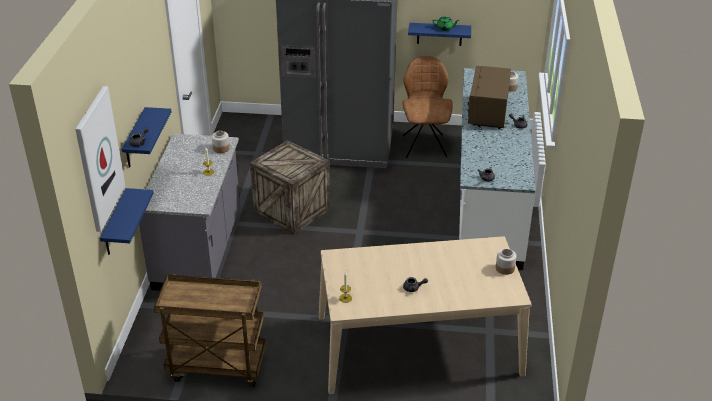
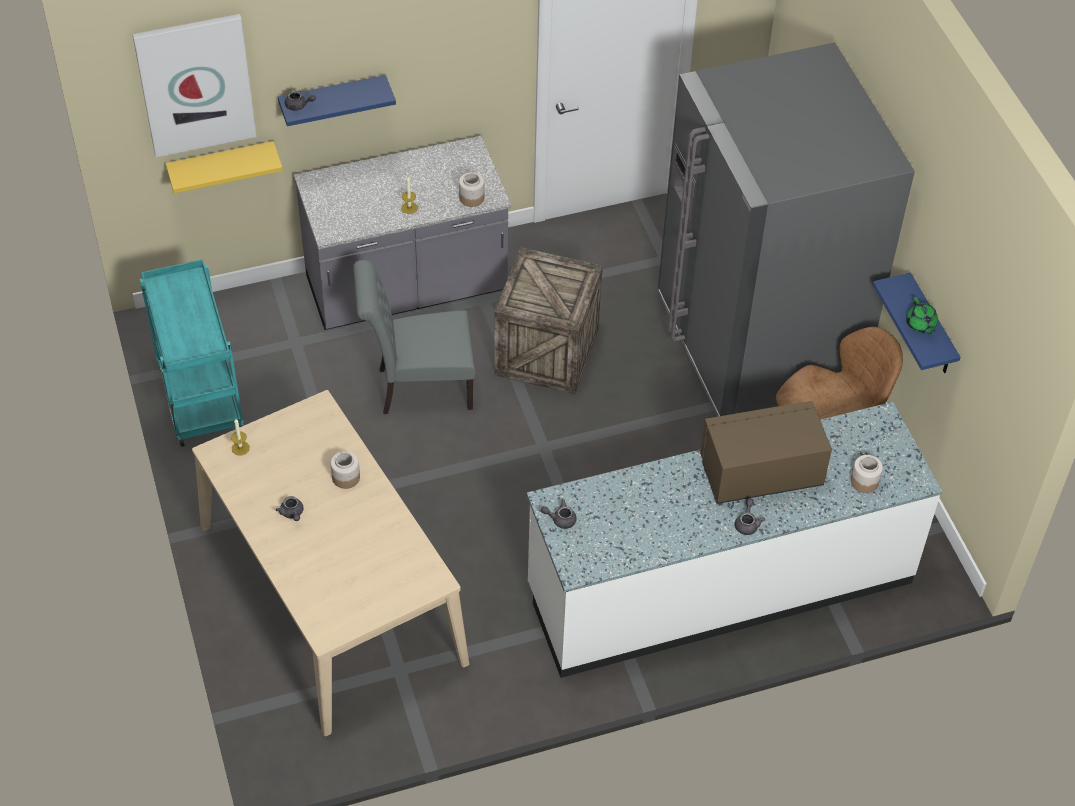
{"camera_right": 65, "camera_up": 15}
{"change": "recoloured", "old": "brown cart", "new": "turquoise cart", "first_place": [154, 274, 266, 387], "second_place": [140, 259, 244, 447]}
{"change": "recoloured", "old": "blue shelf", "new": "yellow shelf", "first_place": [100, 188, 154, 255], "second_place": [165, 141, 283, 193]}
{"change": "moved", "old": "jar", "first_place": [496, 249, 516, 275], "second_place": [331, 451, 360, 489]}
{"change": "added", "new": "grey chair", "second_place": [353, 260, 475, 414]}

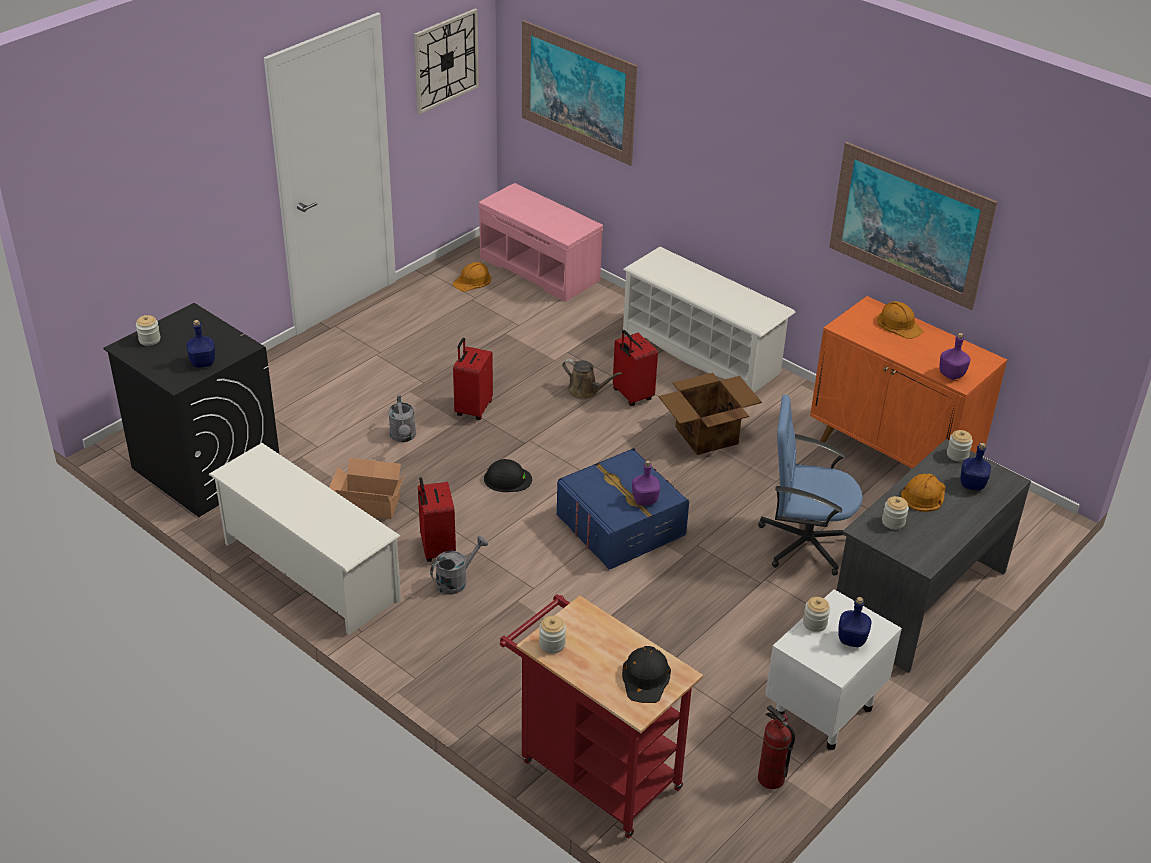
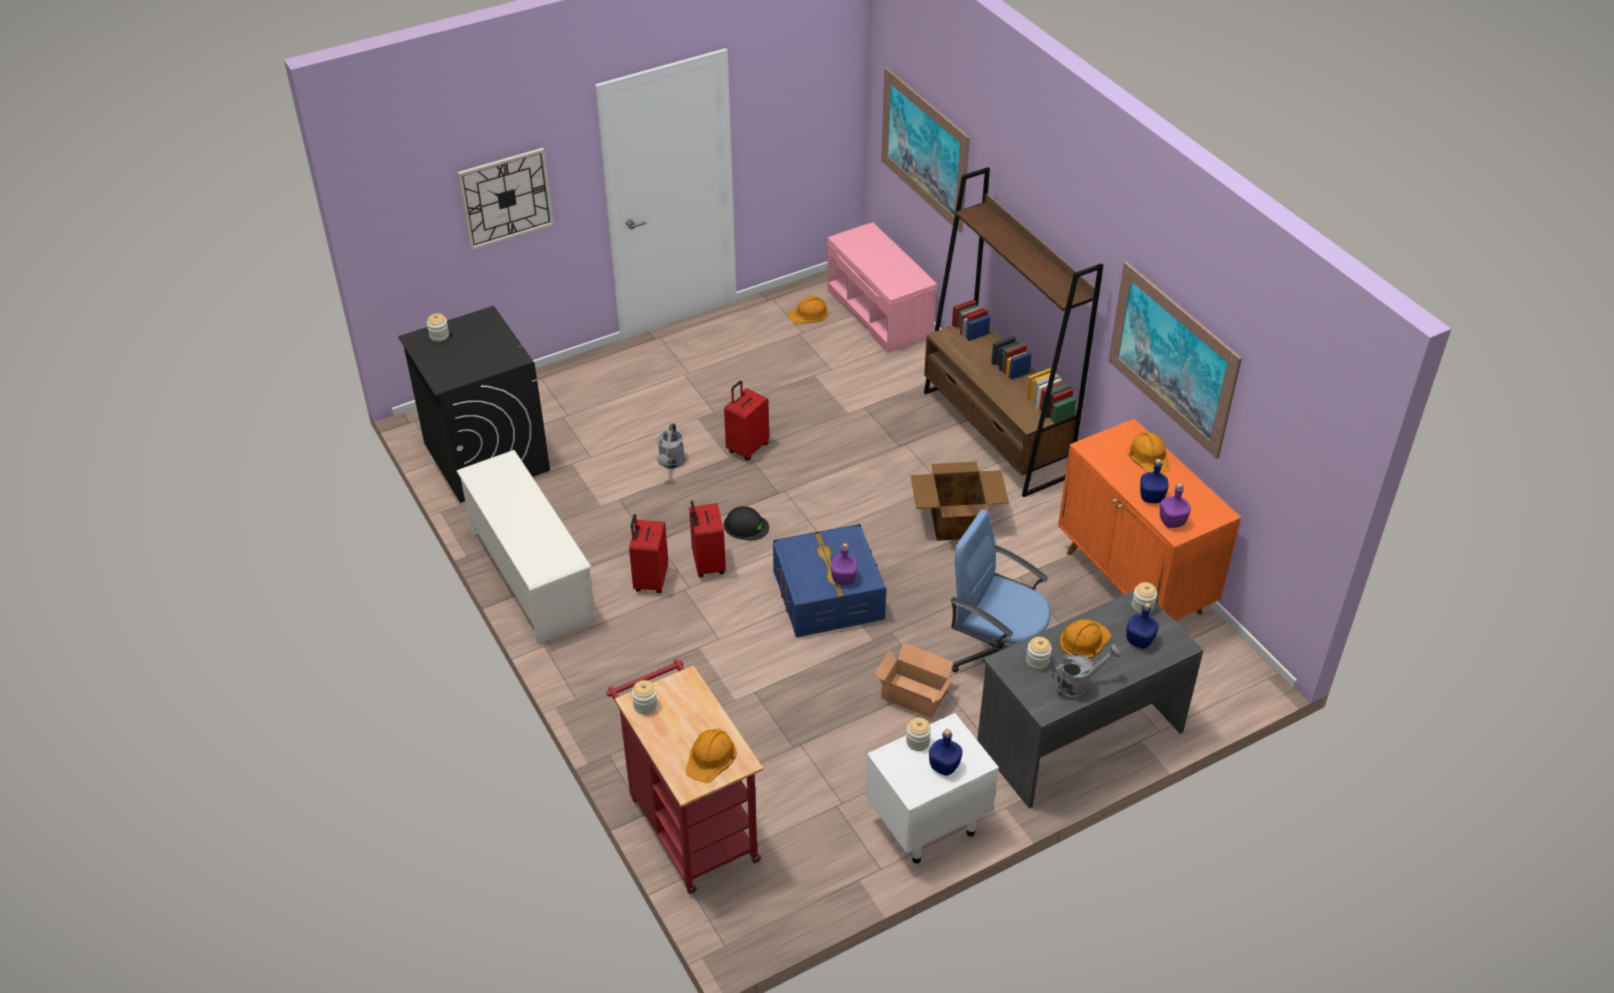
{"camera_right": 20, "camera_up": 5}
{"change": "moved", "old": "wall clock", "first_place": [414, 9, 479, 114], "second_place": [458, 148, 554, 250]}
{"change": "recoloured", "old": "black hard hat", "new": "orange hard hat", "first_place": [622, 646, 671, 703], "second_place": [686, 729, 736, 783]}
{"change": "moved", "old": "red suitcase", "first_place": [613, 330, 658, 406], "second_place": [689, 501, 726, 577]}
{"change": "moved", "old": "cardboard box", "first_place": [329, 458, 405, 519], "second_place": [874, 643, 955, 718]}
{"change": "replaced", "old": "white shoe rack", "new": "brown bookcase", "first_place": [623, 247, 796, 393], "second_place": [924, 167, 1103, 497]}
{"change": "moved", "old": "grey watering can", "first_place": [430, 536, 488, 595], "second_place": [1052, 645, 1121, 700]}
{"change": "moved", "old": "blue bottle", "first_place": [187, 320, 215, 367], "second_place": [1140, 459, 1169, 503]}
{"change": "removed", "old": "brown watering can", "first_place": [562, 359, 622, 399]}
{"change": "removed", "old": "fire extinguisher", "first_place": [758, 705, 795, 789]}

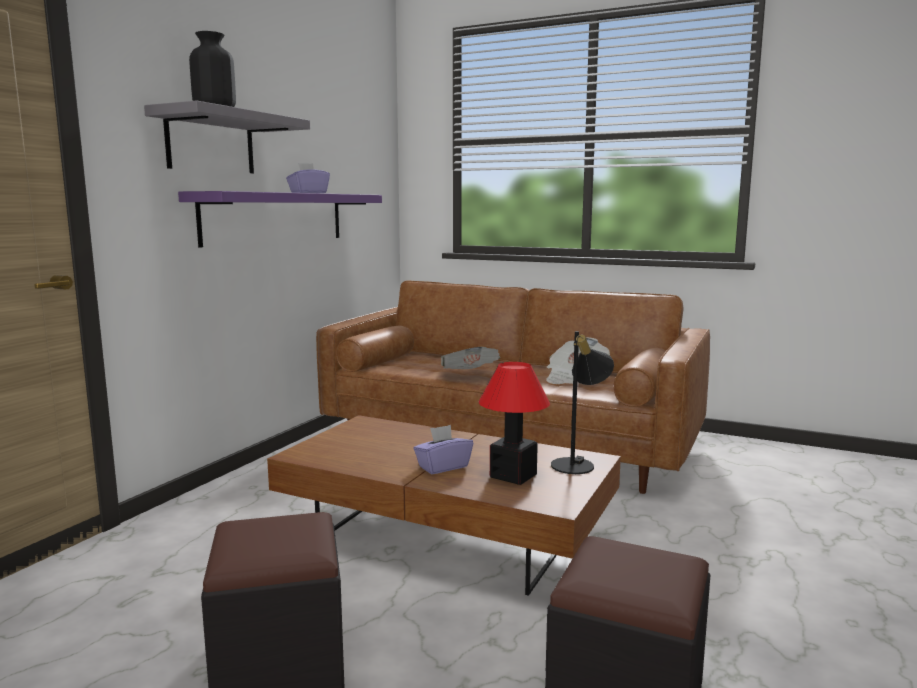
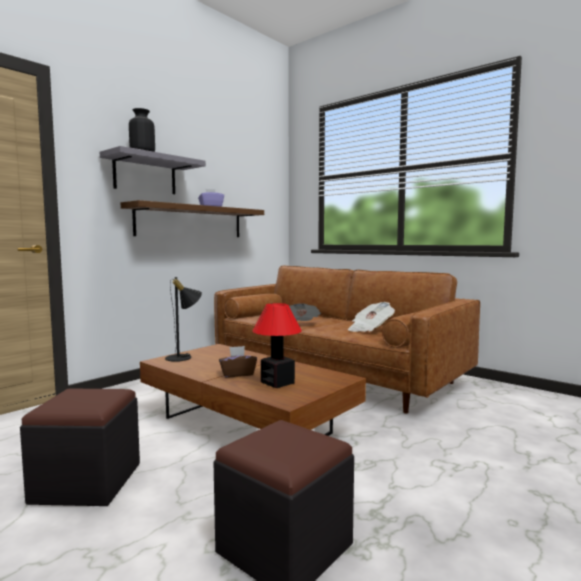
{"camera_right": 15, "camera_up": -5}
{"change": "recoloured", "old": "purple shelf", "new": "brown shelf", "first_place": [178, 191, 382, 248], "second_place": [121, 200, 264, 237]}
{"change": "moved", "old": "black table lamp", "first_place": [551, 331, 614, 474], "second_place": [165, 277, 202, 362]}
{"change": "recoloured", "old": "purple tissue box", "new": "brown tissue box", "first_place": [414, 425, 473, 474], "second_place": [219, 346, 257, 377]}

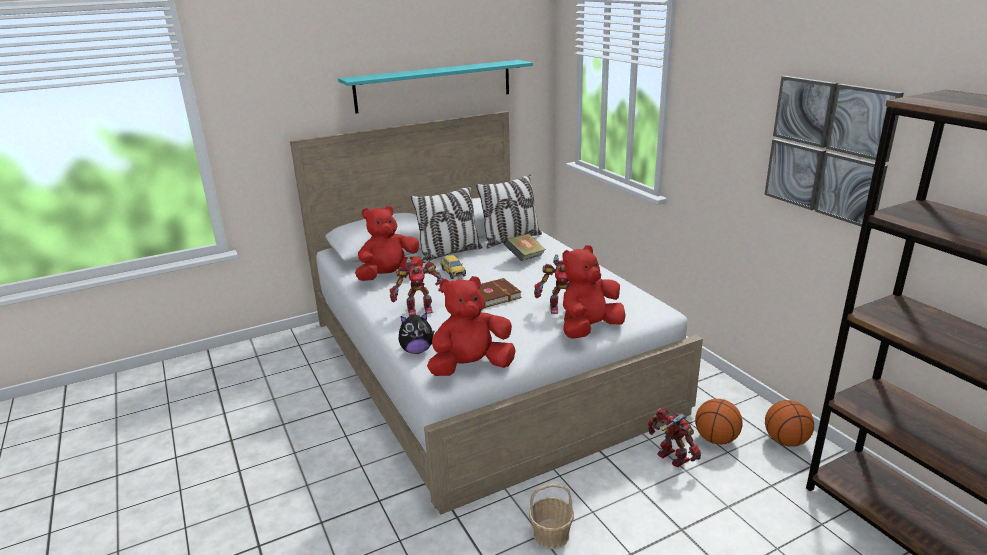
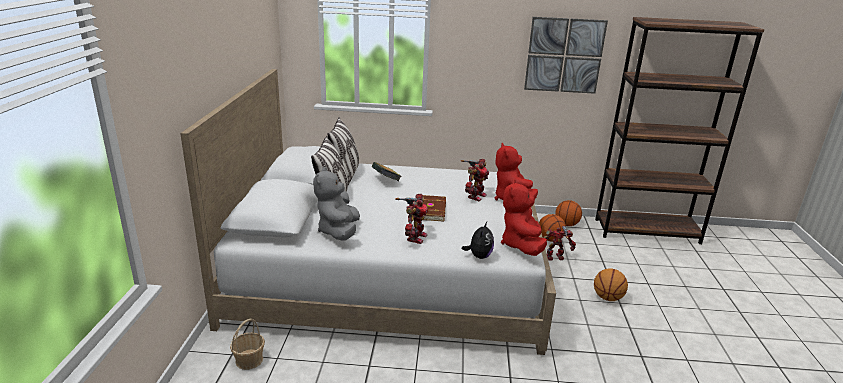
{"camera_right": -60, "camera_up": 0}
{"change": "moved", "old": "basket", "first_place": [529, 483, 574, 549], "second_place": [230, 318, 265, 370]}
{"change": "recoloured", "old": "red plush toy", "new": "grey plush toy", "first_place": [355, 206, 423, 281], "second_place": [313, 167, 360, 241]}
{"change": "added", "new": "basketball", "second_place": [594, 268, 628, 301]}
{"change": "removed", "old": "turquoise shelf", "first_place": [338, 60, 533, 113]}
{"change": "removed", "old": "toy car", "first_place": [440, 255, 466, 279]}

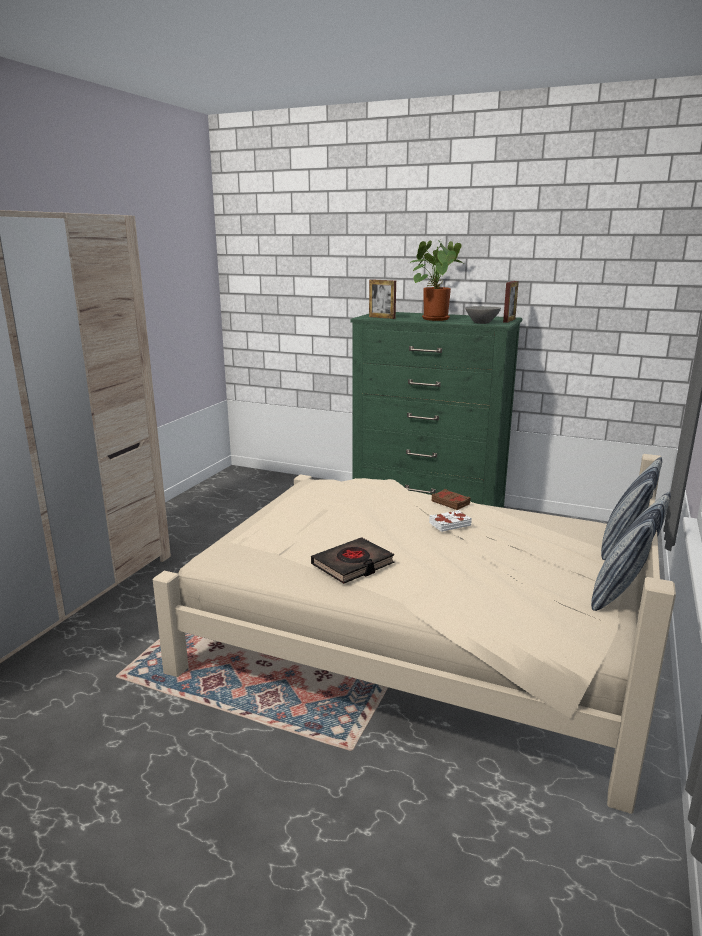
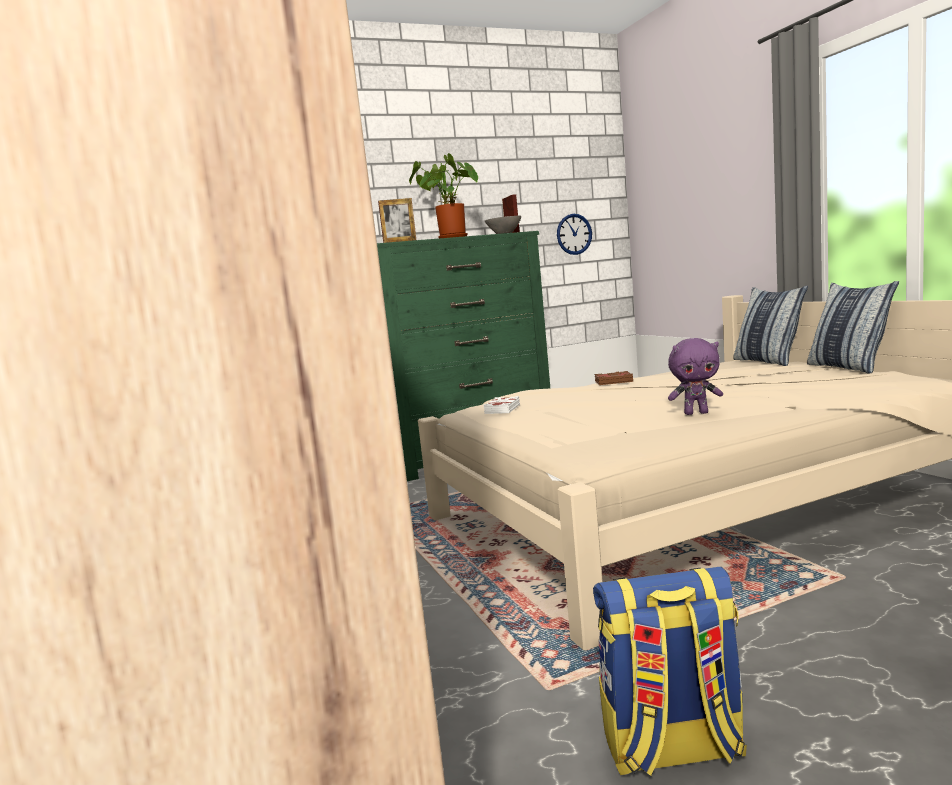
{"camera_right": -45, "camera_up": -10}
{"change": "moved", "old": "white book", "first_place": [429, 510, 472, 532], "second_place": [483, 396, 520, 414]}
{"change": "added", "new": "wall clock", "second_place": [557, 214, 592, 255]}
{"change": "added", "new": "backpack", "second_place": [593, 566, 747, 776]}
{"change": "replaced", "old": "black book", "new": "purple plush toy", "first_place": [311, 537, 394, 584], "second_place": [668, 338, 723, 415]}

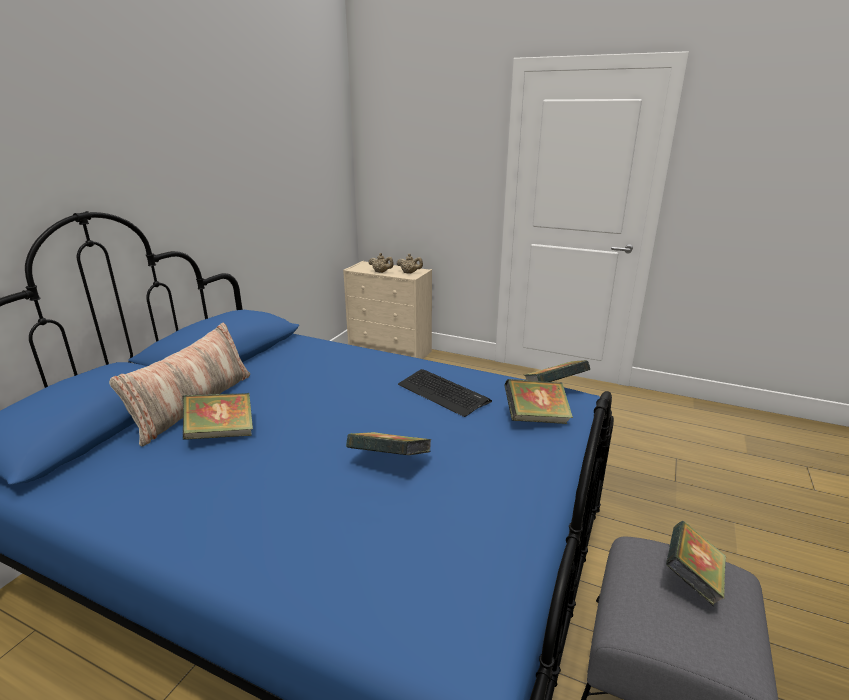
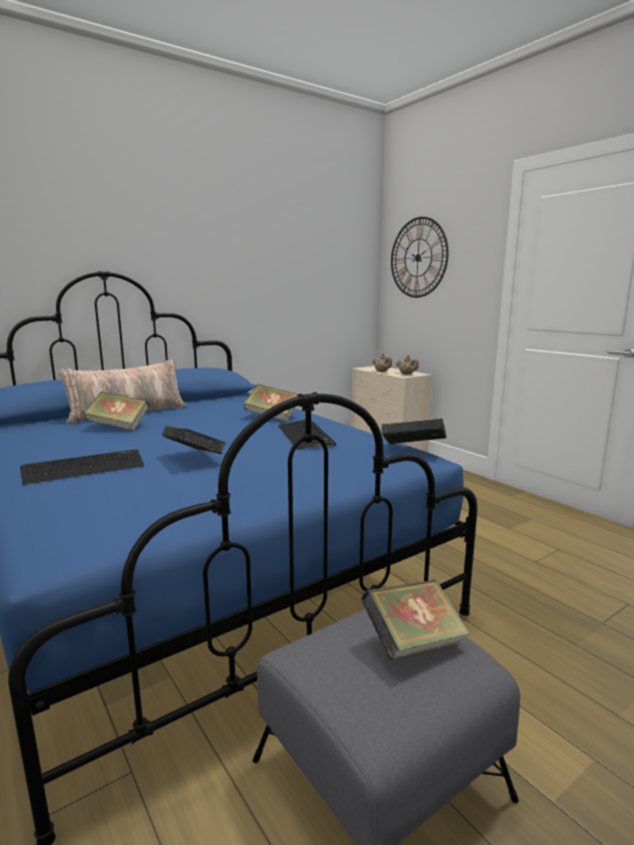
{"camera_right": 30, "camera_up": -10}
{"change": "added", "new": "keyboard", "second_place": [20, 450, 144, 485]}
{"change": "moved", "old": "book", "first_place": [504, 379, 573, 424], "second_place": [244, 384, 298, 422]}
{"change": "added", "new": "wall clock", "second_place": [391, 217, 449, 298]}

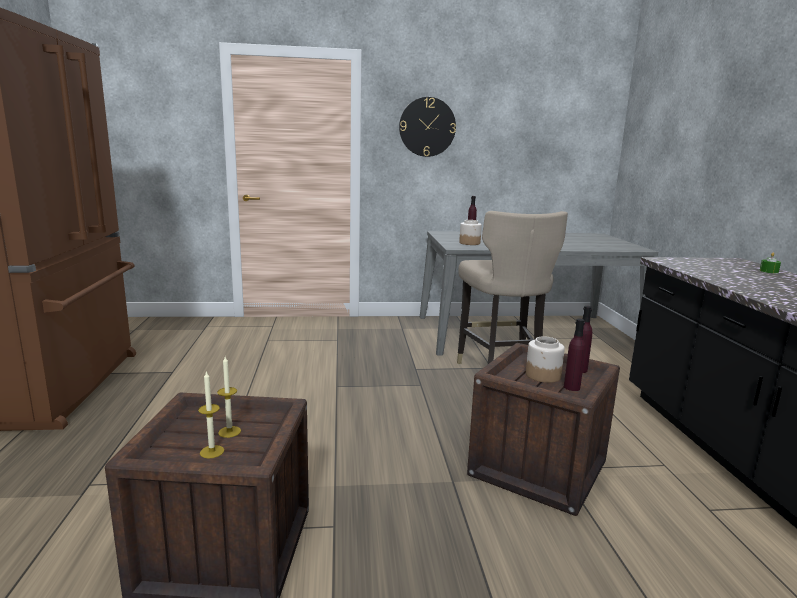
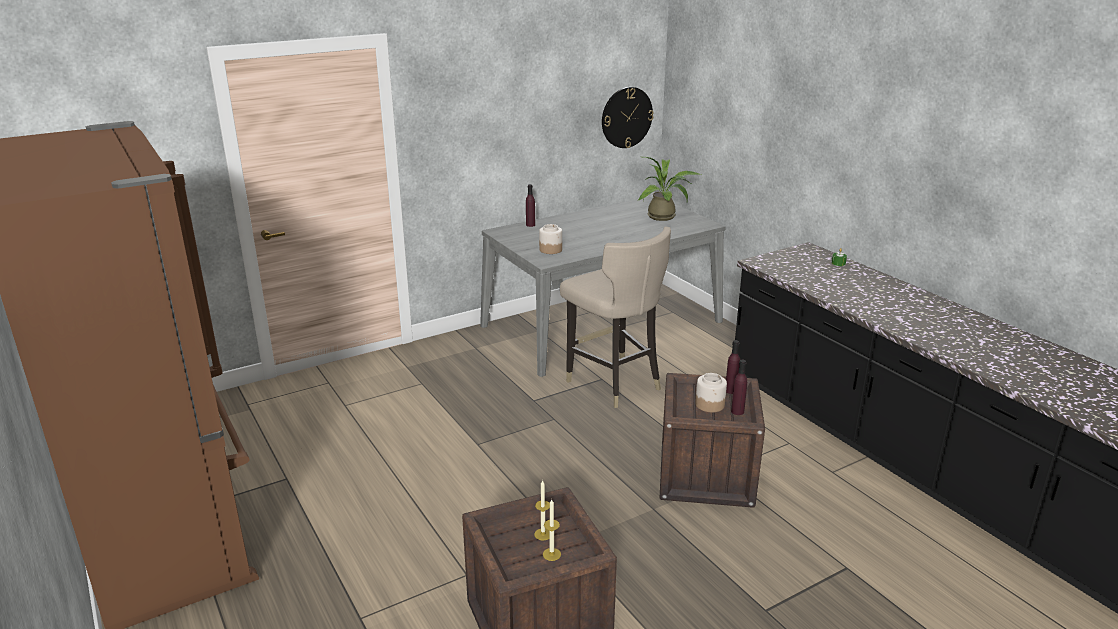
{"camera_right": -25, "camera_up": 10}
{"change": "moved", "old": "wall clock", "first_place": [399, 97, 456, 157], "second_place": [602, 87, 654, 148]}
{"change": "added", "new": "potted plant", "second_place": [638, 157, 701, 221]}

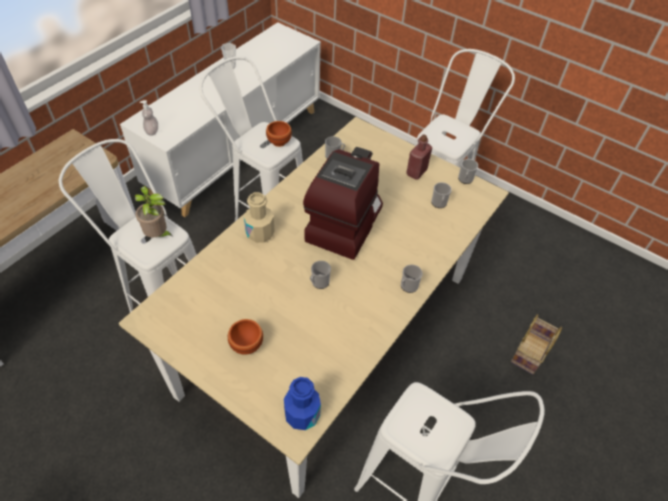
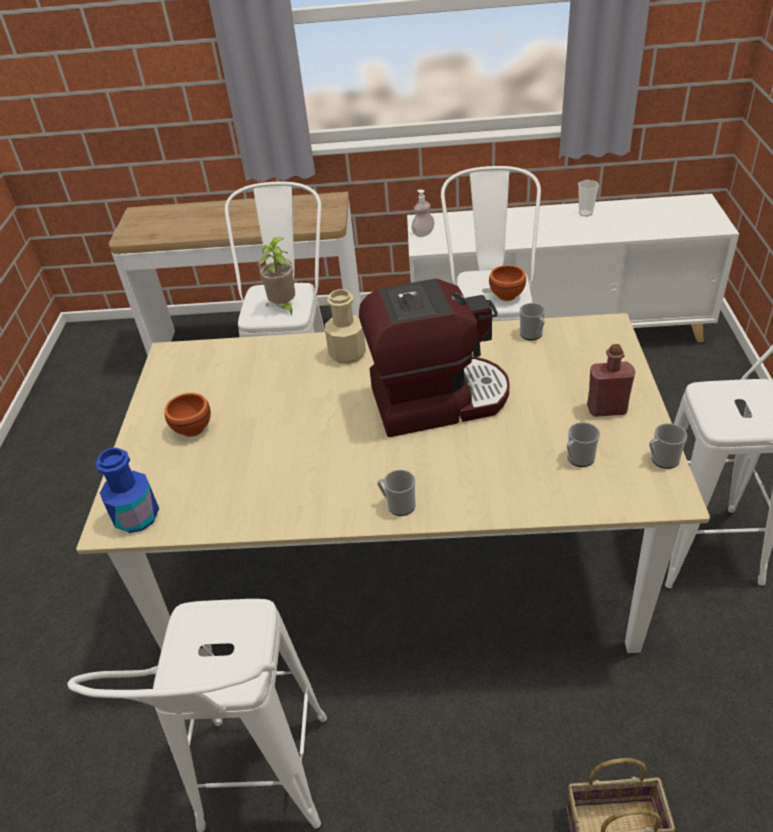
{"camera_right": 60, "camera_up": -10}
{"change": "removed", "old": "mug", "first_place": [310, 261, 331, 289]}

